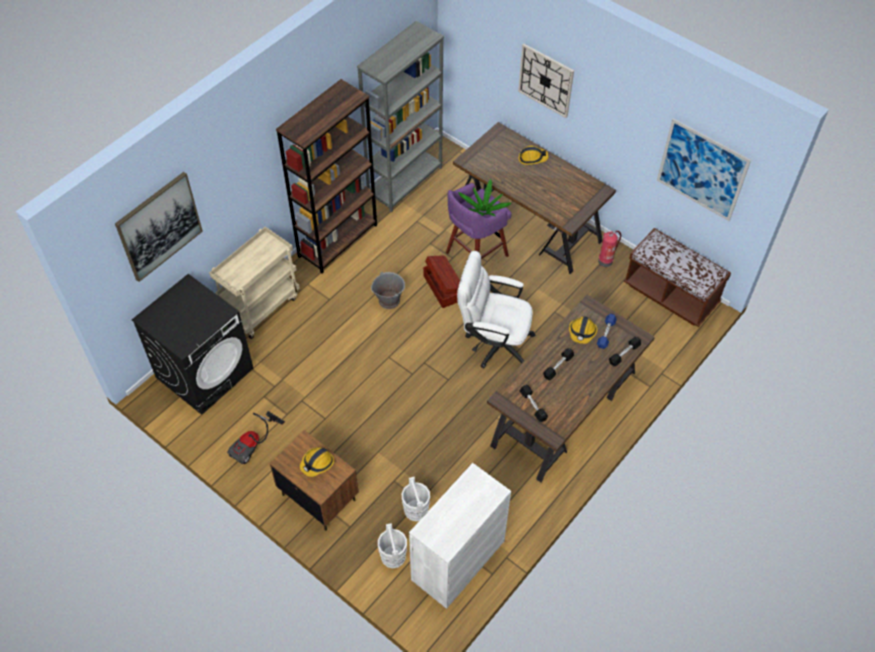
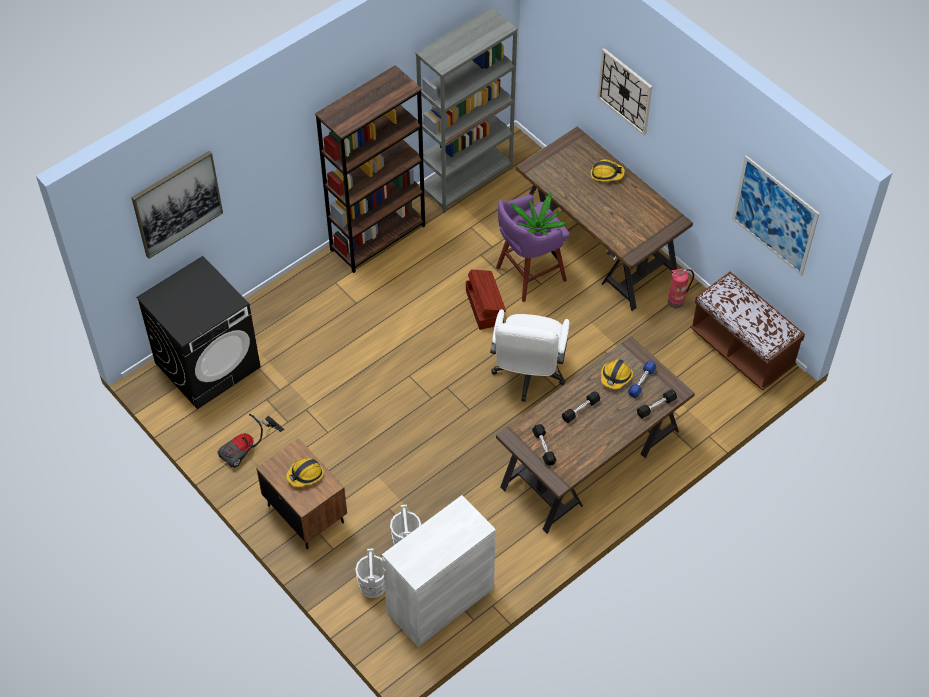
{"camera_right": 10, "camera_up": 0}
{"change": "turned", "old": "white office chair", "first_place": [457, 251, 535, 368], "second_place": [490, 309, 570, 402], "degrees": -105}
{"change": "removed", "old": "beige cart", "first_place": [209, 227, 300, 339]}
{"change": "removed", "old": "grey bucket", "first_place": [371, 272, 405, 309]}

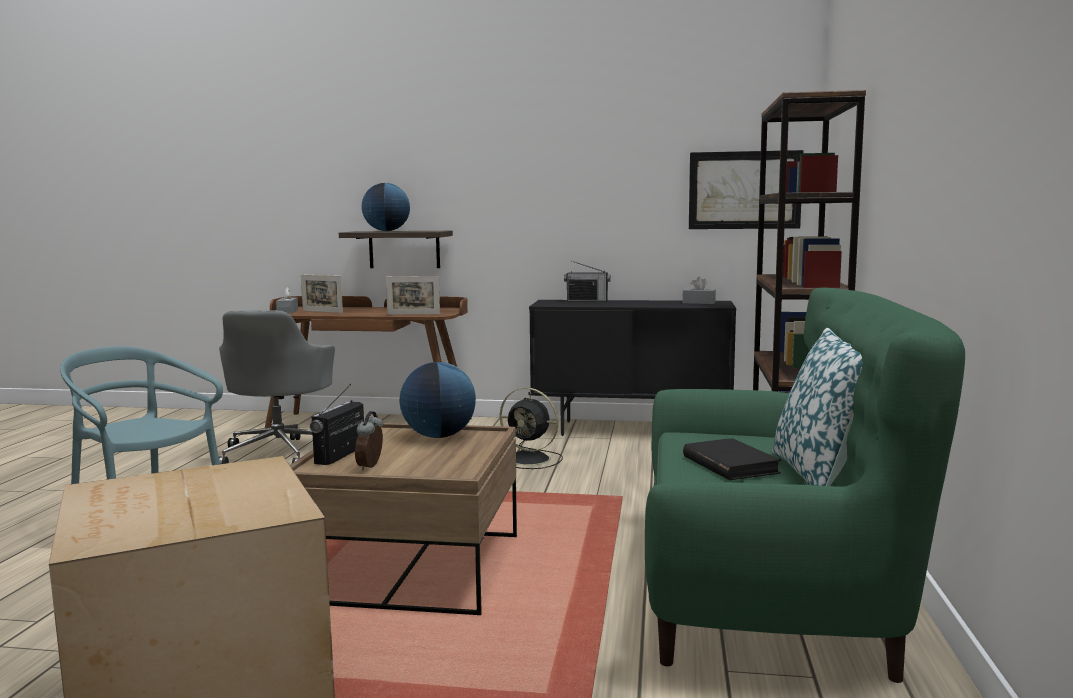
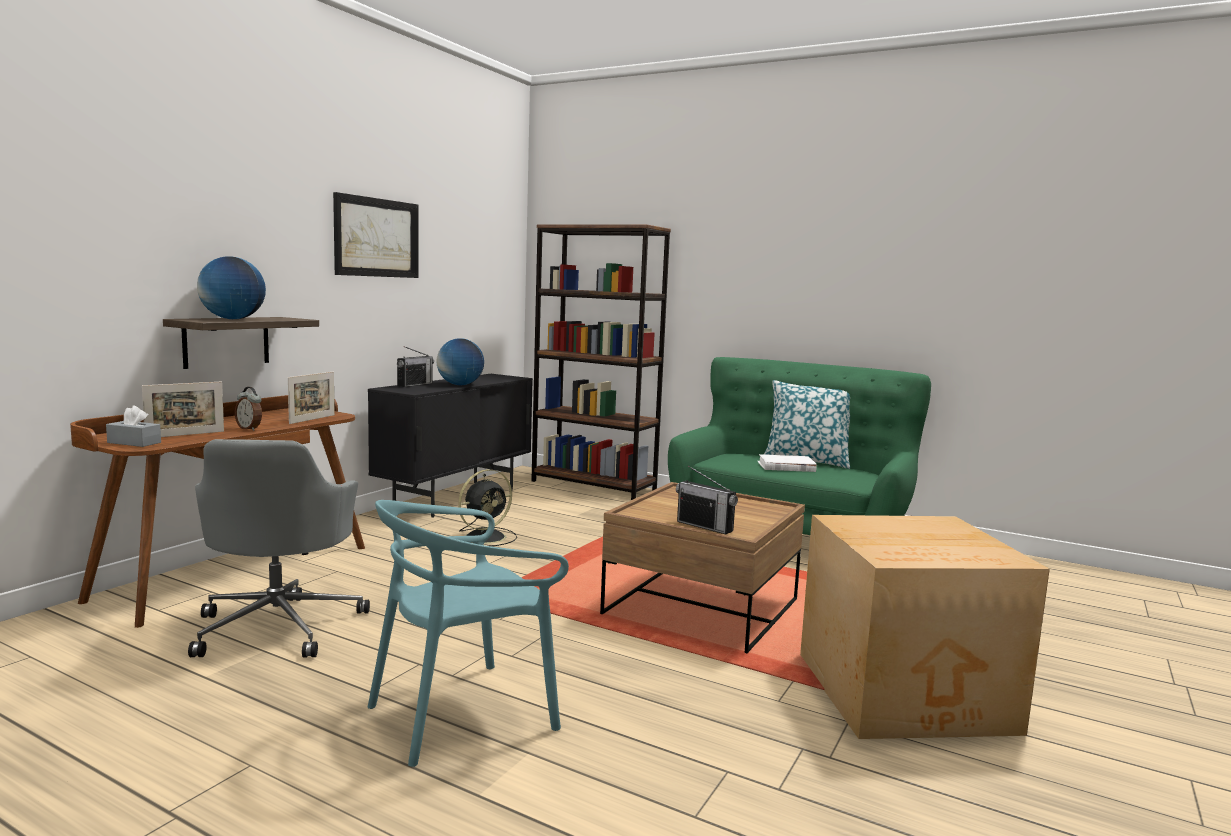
{"camera_right": -70, "camera_up": 0}
{"change": "turned", "old": "grey office chair", "first_place": [219, 310, 335, 464], "second_place": [188, 439, 370, 657], "degrees": 60}
{"change": "moved", "old": "alarm clock", "first_place": [355, 411, 383, 470], "second_place": [235, 387, 262, 431]}
{"change": "moved", "old": "picture", "first_place": [689, 150, 803, 229], "second_place": [333, 192, 419, 278]}
{"change": "moved", "old": "globe", "first_place": [400, 362, 476, 438], "second_place": [437, 338, 484, 385]}
{"change": "recoloured", "old": "black book", "new": "white book", "first_place": [683, 438, 781, 480], "second_place": [757, 454, 817, 472]}
{"change": "removed", "old": "grey tissue box", "first_place": [682, 277, 716, 304]}

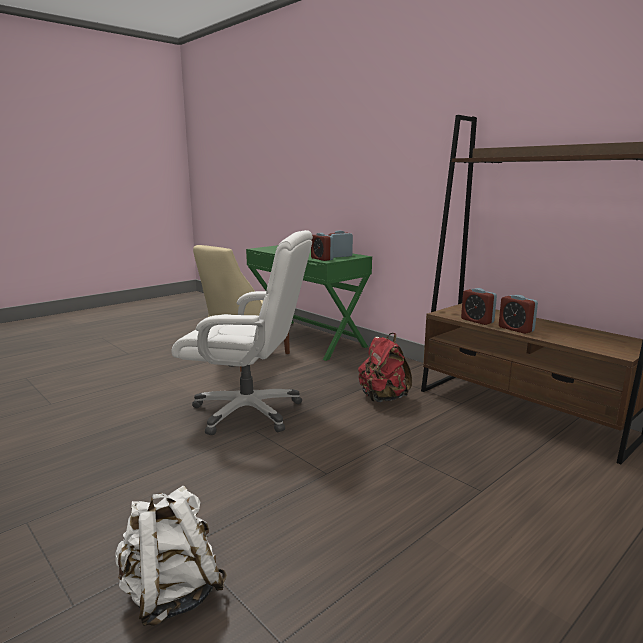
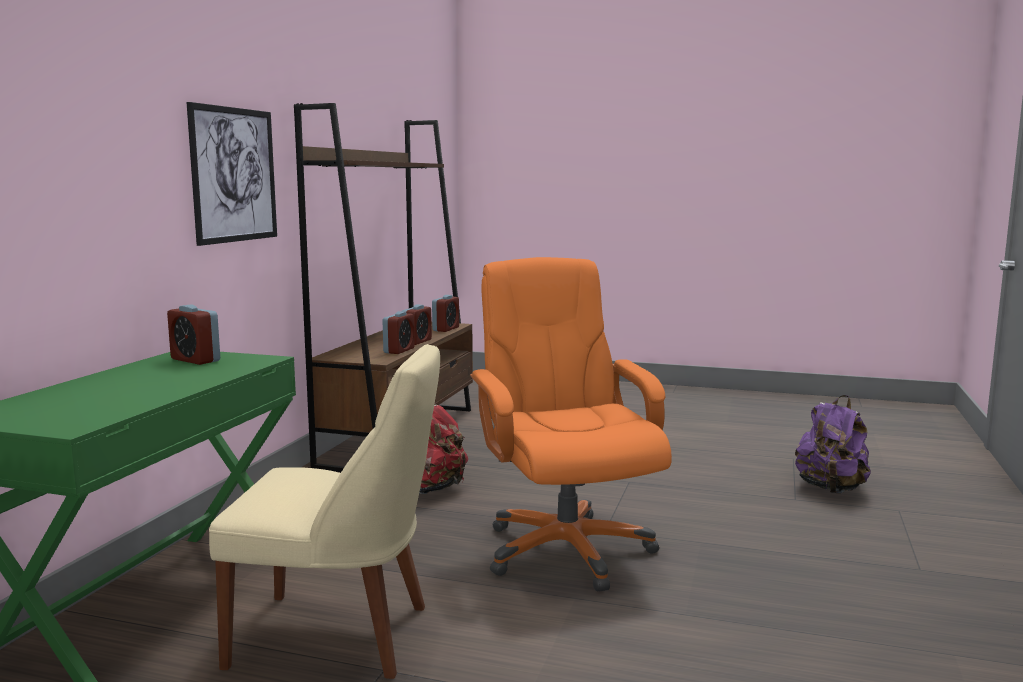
{"camera_right": -120, "camera_up": -5}
{"change": "added", "new": "picture", "second_place": [187, 102, 277, 246]}
{"change": "moved", "old": "alarm clock", "first_place": [311, 233, 333, 261], "second_place": [432, 295, 459, 332]}
{"change": "recoloured", "old": "white office chair", "new": "orange office chair", "first_place": [171, 230, 313, 435], "second_place": [470, 257, 672, 592]}
{"change": "recoloured", "old": "white backpack", "new": "purple backpack", "first_place": [115, 486, 227, 626], "second_place": [795, 395, 871, 493]}

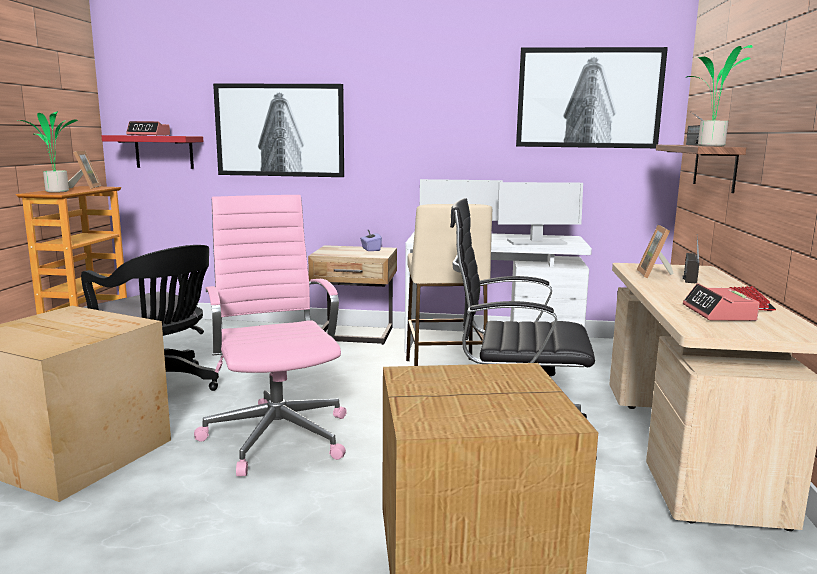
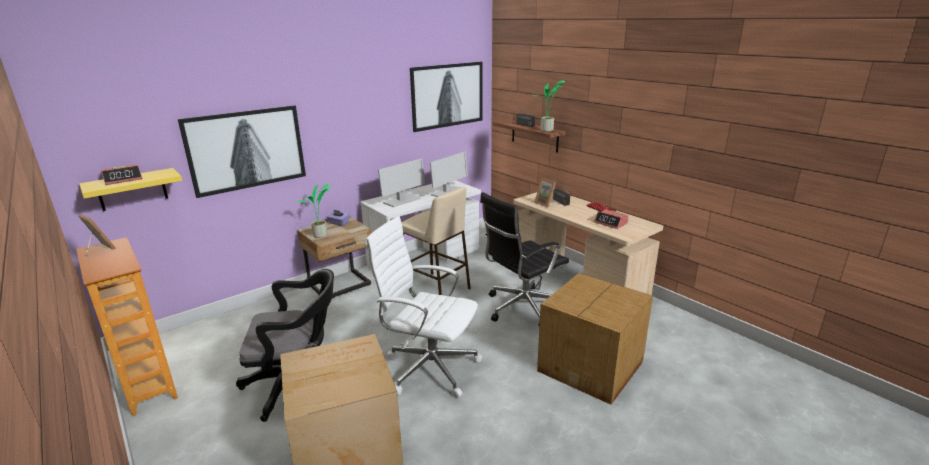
{"camera_right": -45, "camera_up": 10}
{"change": "recoloured", "old": "red shelf", "new": "yellow shelf", "first_place": [102, 135, 203, 169], "second_place": [79, 168, 182, 211]}
{"change": "moved", "old": "potted plant", "first_place": [17, 111, 78, 193], "second_place": [297, 184, 330, 238]}
{"change": "recoloured", "old": "pink office chair", "new": "white office chair", "first_place": [194, 195, 347, 476], "second_place": [365, 216, 483, 398]}

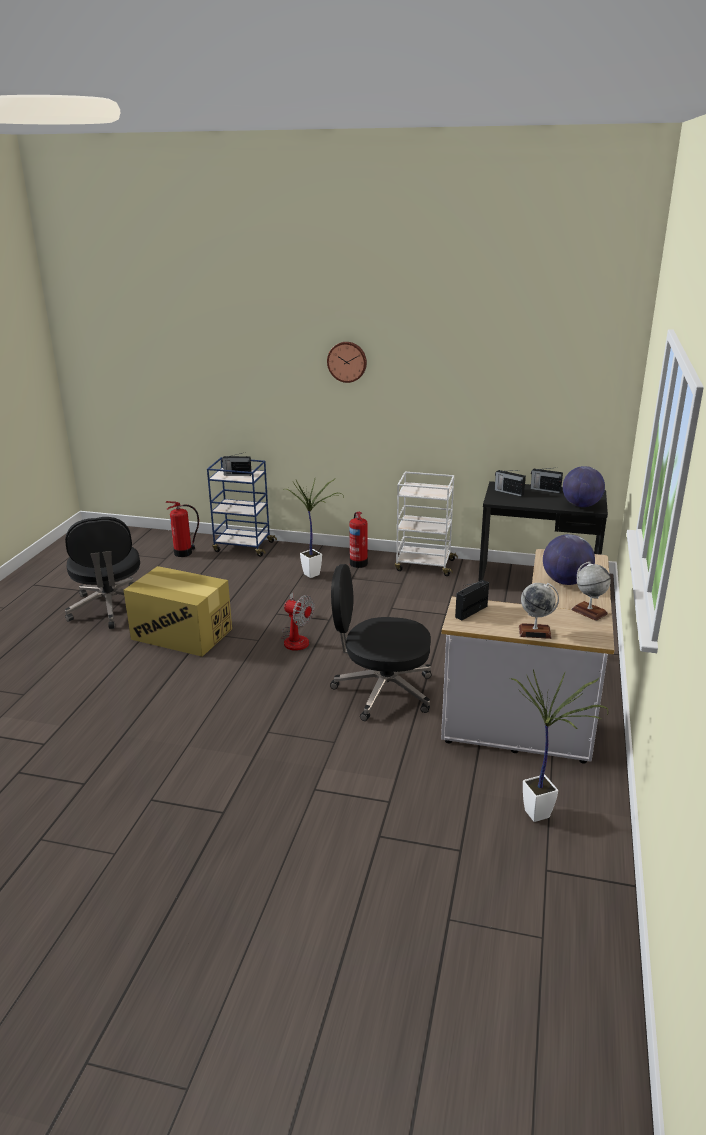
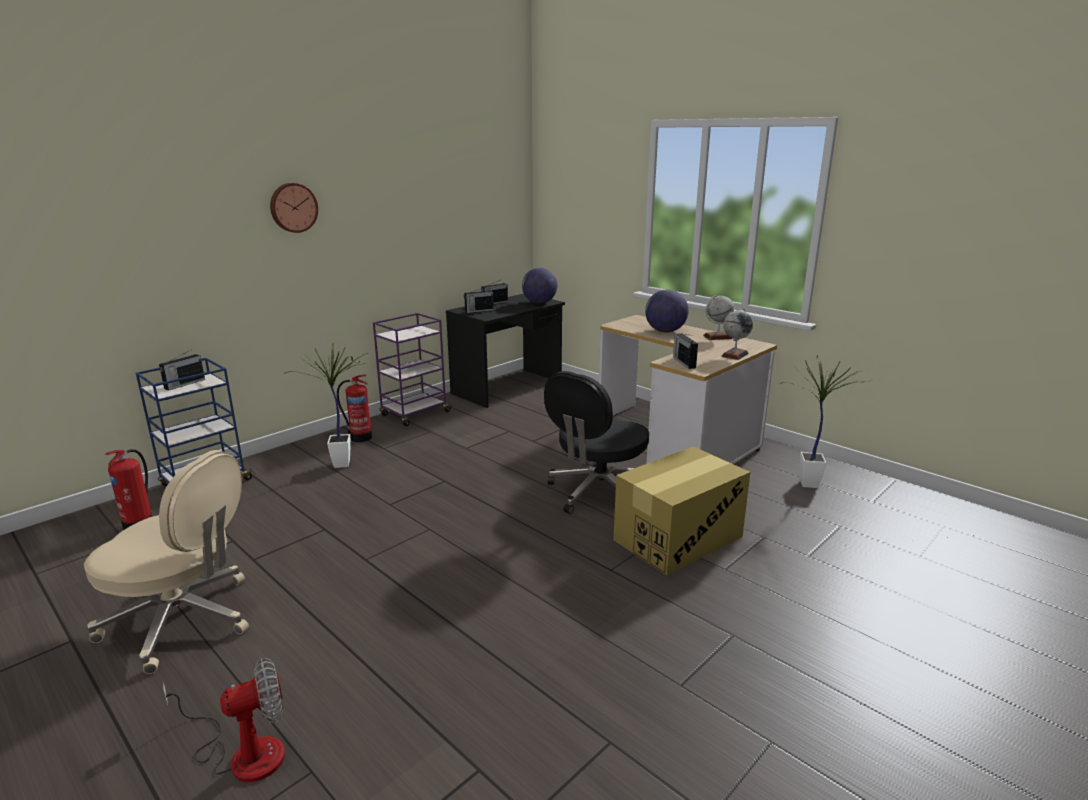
{"camera_right": -60, "camera_up": -5}
{"change": "recoloured", "old": "black office chair", "new": "beige office chair", "first_place": [65, 517, 140, 629], "second_place": [84, 450, 249, 674]}
{"change": "moved", "old": "fan", "first_place": [281, 593, 314, 651], "second_place": [163, 658, 285, 782]}
{"change": "recoloured", "old": "white cart", "new": "purple cart", "first_place": [395, 472, 458, 576], "second_place": [373, 313, 453, 426]}
{"change": "moved", "old": "cardboard box", "first_place": [124, 566, 232, 657], "second_place": [614, 446, 750, 575]}

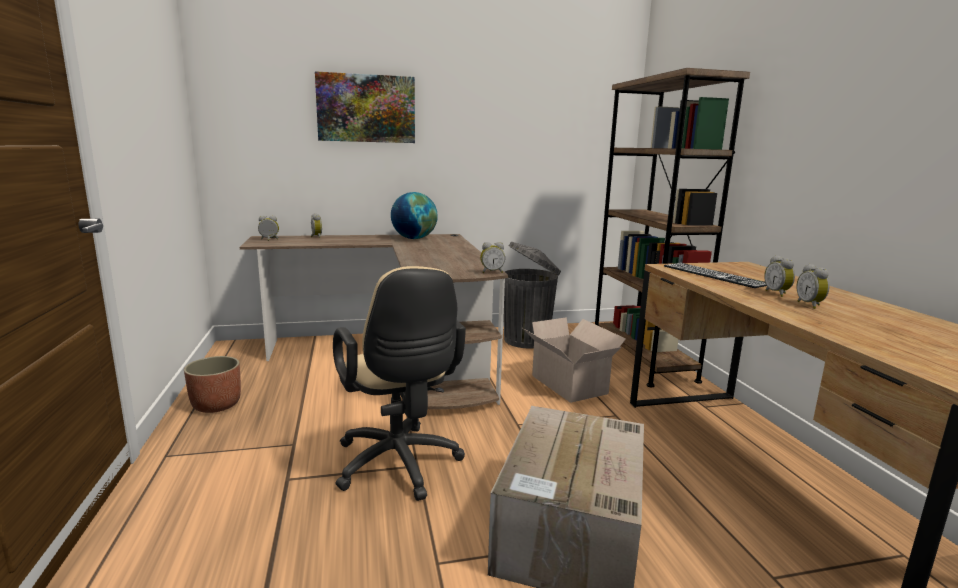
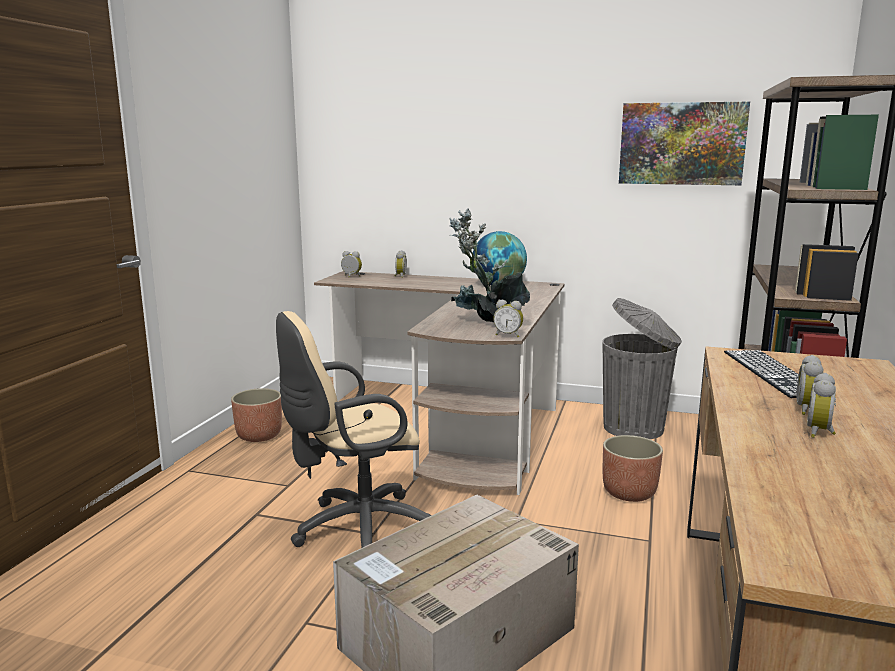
{"camera_right": 30, "camera_up": 0}
{"change": "turned", "old": "beige office chair", "first_place": [333, 266, 466, 501], "second_place": [276, 311, 431, 548], "degrees": 60}
{"change": "added", "new": "potted plant", "second_place": [449, 209, 530, 322]}
{"change": "replaced", "old": "cardboard box", "new": "planter", "first_place": [523, 317, 626, 403], "second_place": [603, 435, 663, 502]}
{"change": "moved", "old": "picture", "first_place": [315, 71, 415, 143], "second_place": [619, 102, 750, 185]}

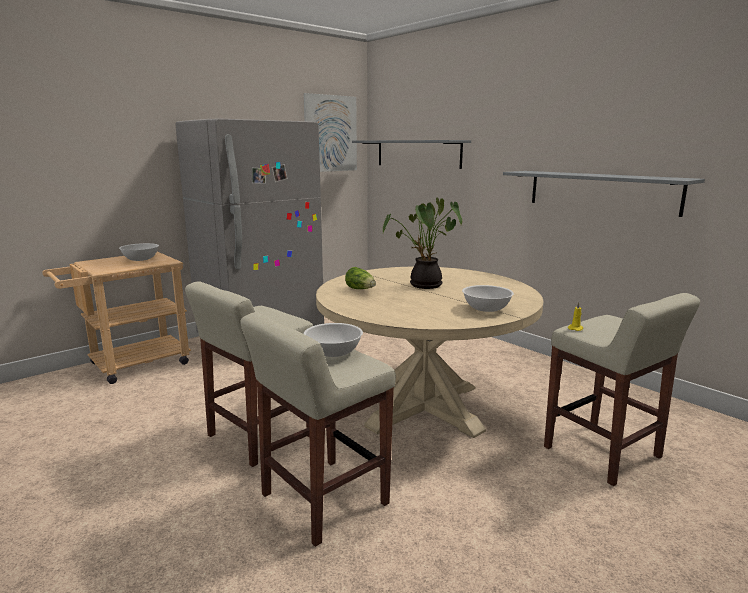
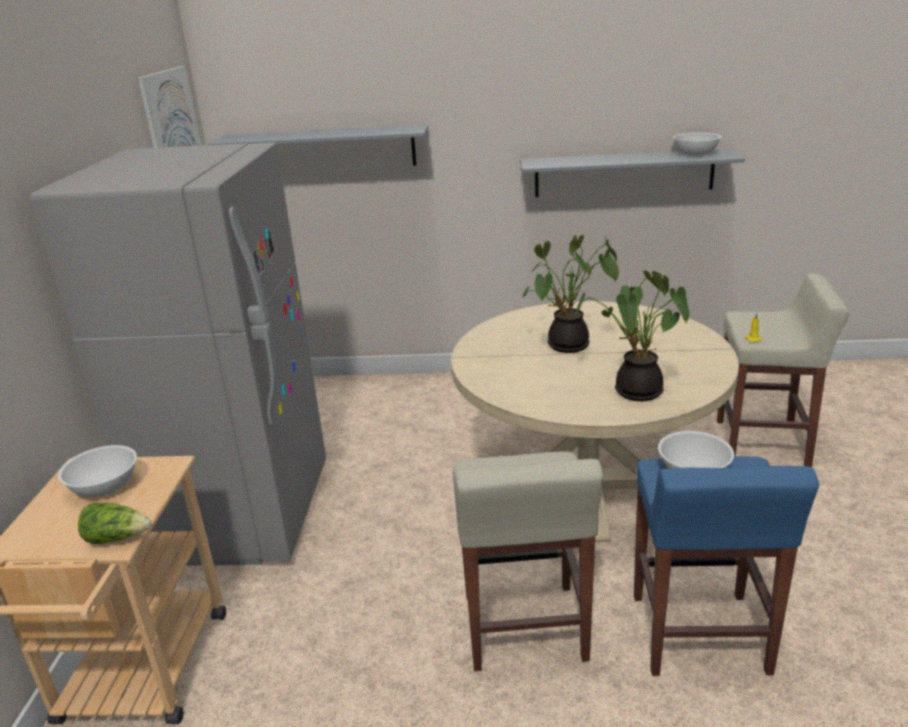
{"camera_right": -45, "camera_up": 10}
{"change": "moved", "old": "lettuce", "first_place": [345, 267, 376, 289], "second_place": [78, 502, 151, 544]}
{"change": "added", "new": "potted plant", "second_place": [574, 271, 690, 401]}
{"change": "recoloured", "old": "beige stool", "new": "blue stool", "first_place": [240, 312, 396, 547], "second_place": [634, 456, 819, 676]}
{"change": "moved", "old": "white bowl", "first_place": [462, 285, 514, 312], "second_place": [673, 133, 722, 156]}

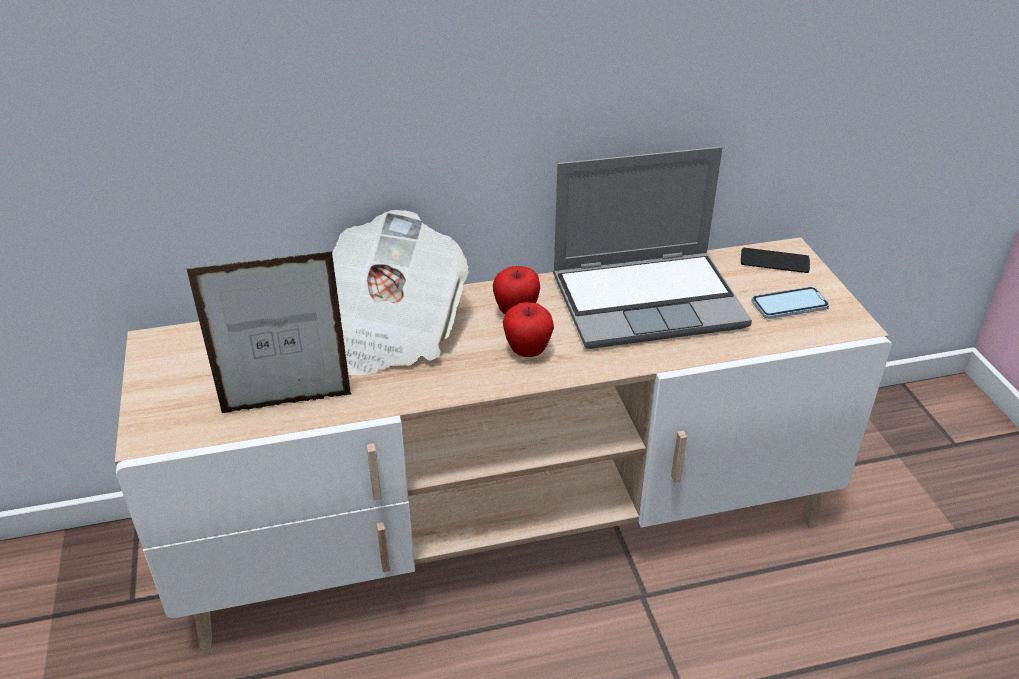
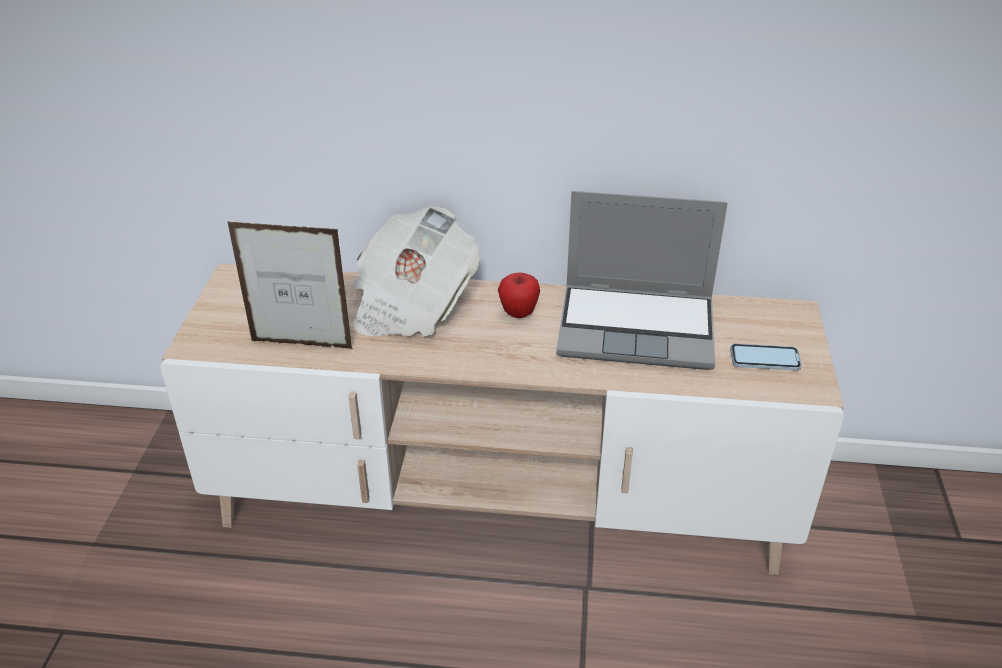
{"camera_right": 20, "camera_up": 0}
{"change": "removed", "old": "apple", "first_place": [503, 302, 554, 357]}
{"change": "removed", "old": "phone", "first_place": [741, 248, 810, 273]}

